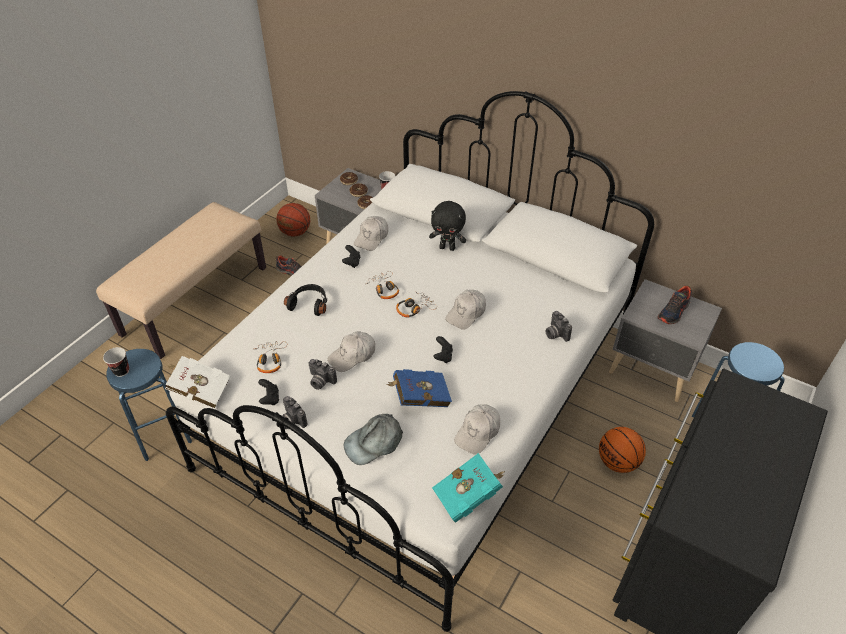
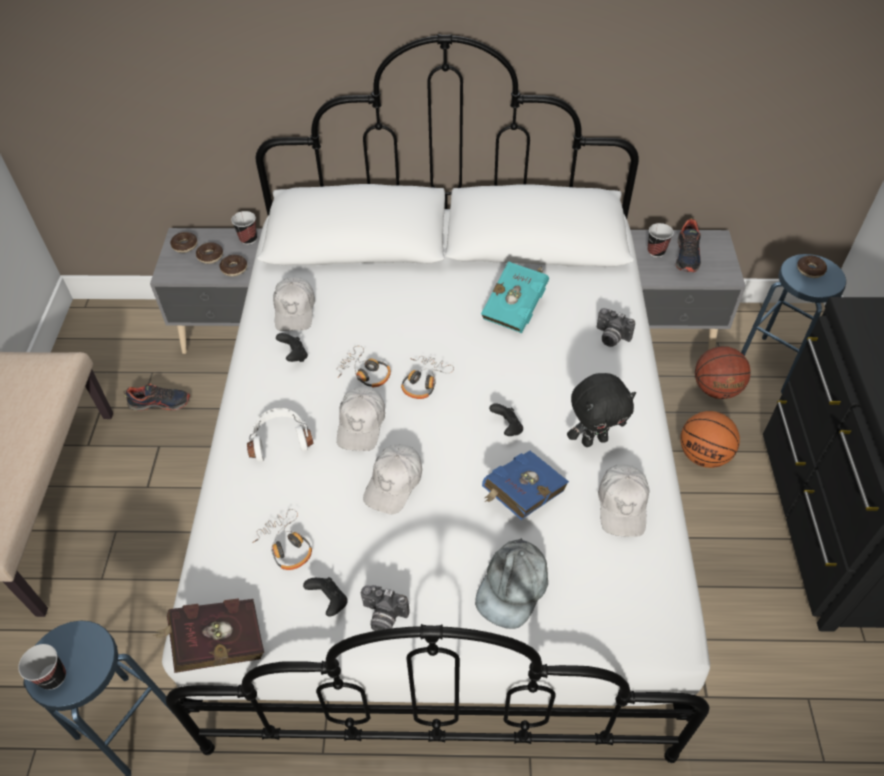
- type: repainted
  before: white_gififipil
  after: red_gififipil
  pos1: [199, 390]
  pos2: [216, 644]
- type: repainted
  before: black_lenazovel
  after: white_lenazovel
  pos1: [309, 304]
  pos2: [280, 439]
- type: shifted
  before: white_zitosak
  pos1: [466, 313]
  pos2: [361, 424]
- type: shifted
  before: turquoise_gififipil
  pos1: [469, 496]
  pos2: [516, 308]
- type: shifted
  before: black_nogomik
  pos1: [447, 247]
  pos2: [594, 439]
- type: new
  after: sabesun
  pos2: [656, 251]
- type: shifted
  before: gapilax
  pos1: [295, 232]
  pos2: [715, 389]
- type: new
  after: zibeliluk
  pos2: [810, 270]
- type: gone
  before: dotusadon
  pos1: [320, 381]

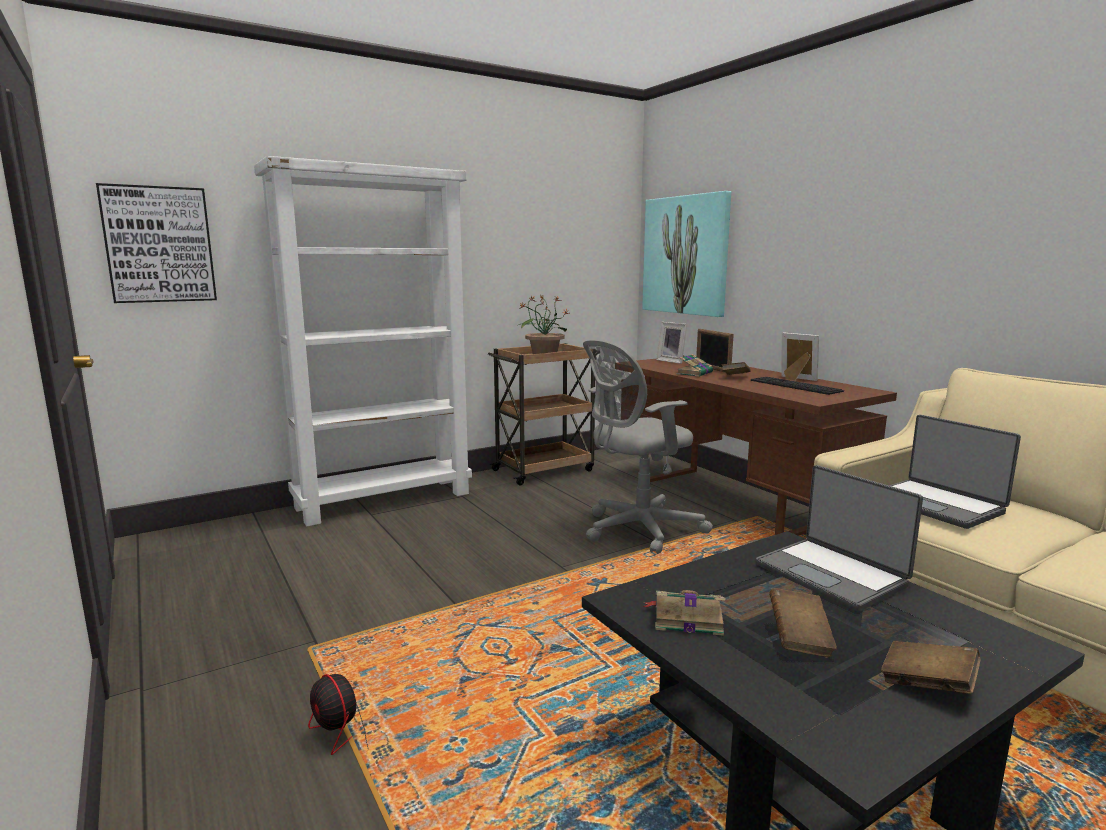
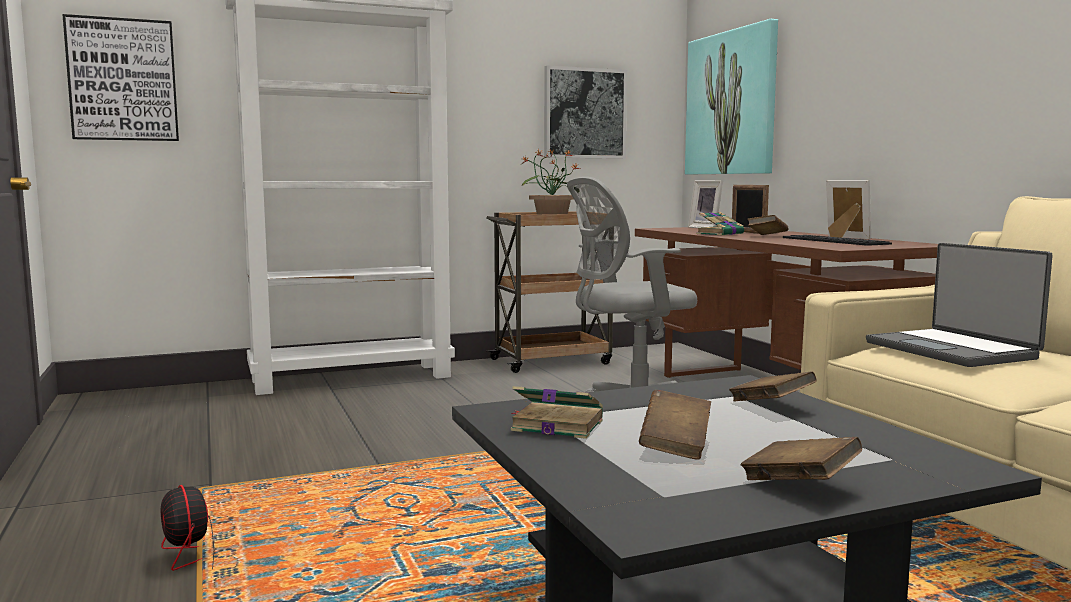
- type: new
  after: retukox
  pos2: [584, 113]
- type: swapped
  before: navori
  after: brown_gififipil
  pos1: [832, 574]
  pos2: [770, 406]

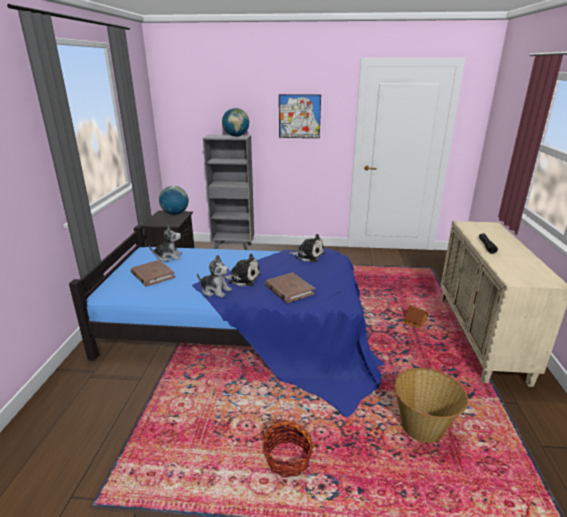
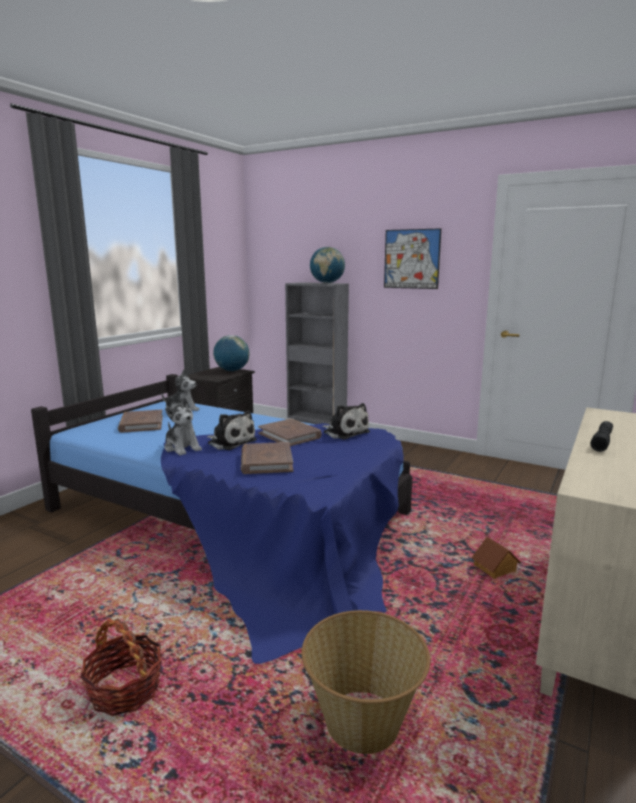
- type: new
  after: brown_gififipil
  pos2: [290, 435]

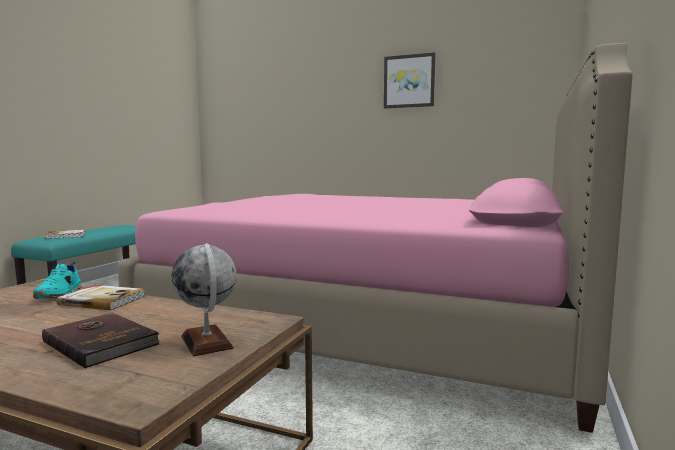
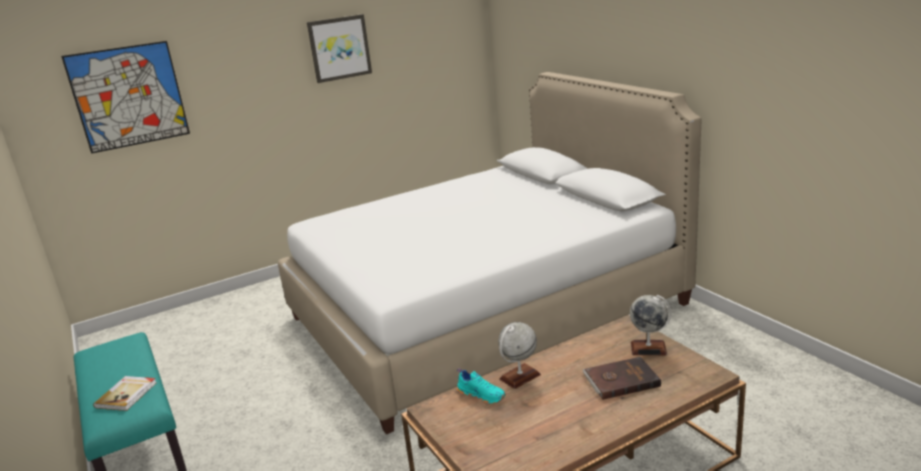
- type: new
  after: retukox
  pos2: [129, 96]
- type: repainted
  before: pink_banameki
  after: white_banameki
  pos1: [371, 323]
  pos2: [484, 311]
- type: swapped
  before: gififipil
  after: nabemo
  pos1: [102, 300]
  pos2: [520, 377]

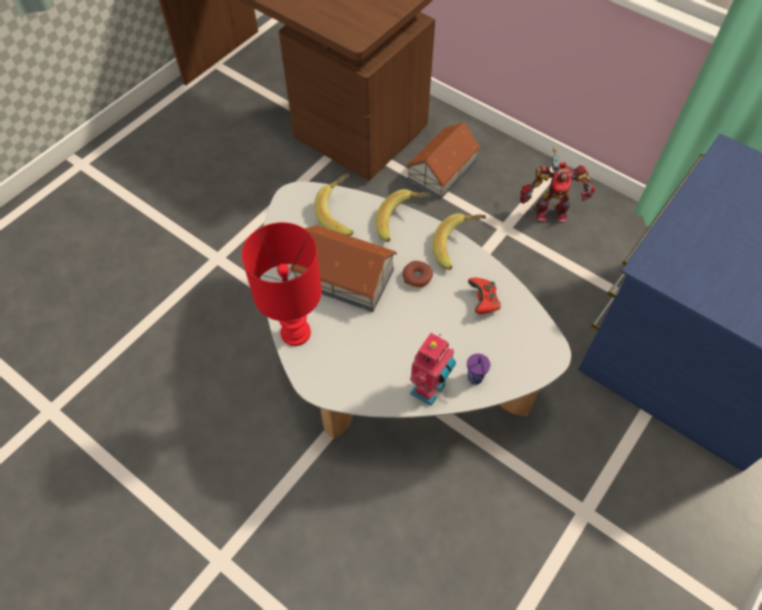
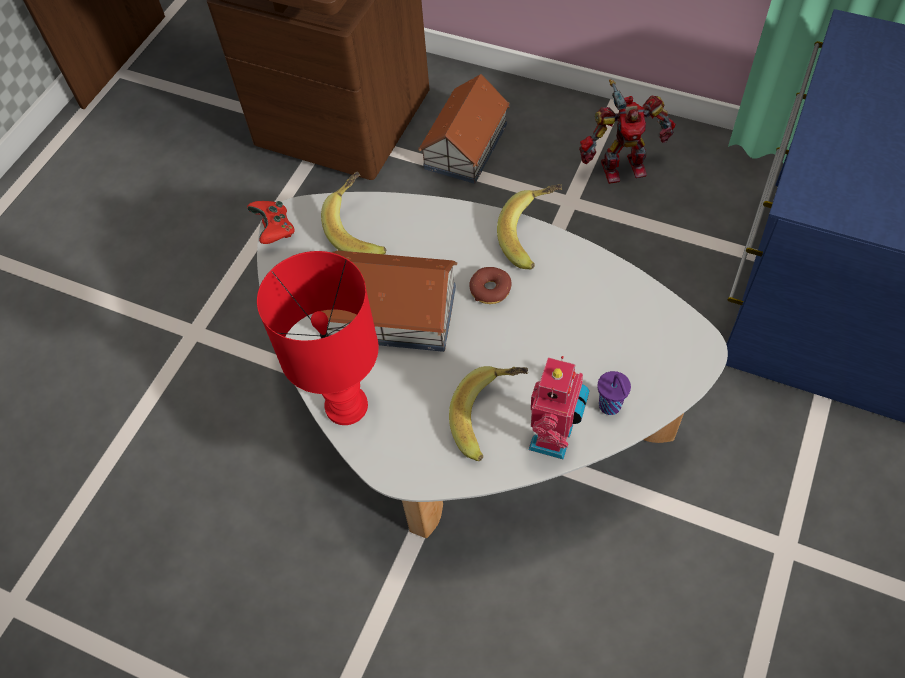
- type: shifted
  before: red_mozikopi
  pos1: [483, 302]
  pos2: [274, 230]
- type: shifted
  before: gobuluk
  pos1: [402, 223]
  pos2: [491, 418]

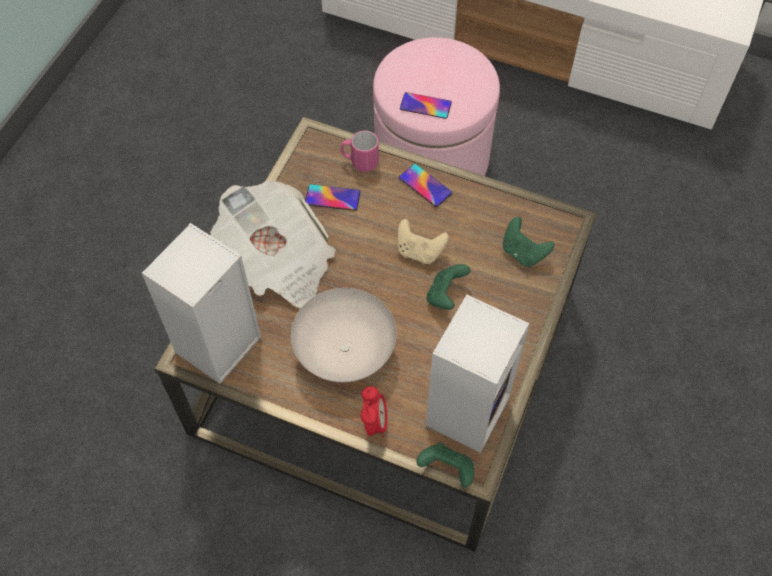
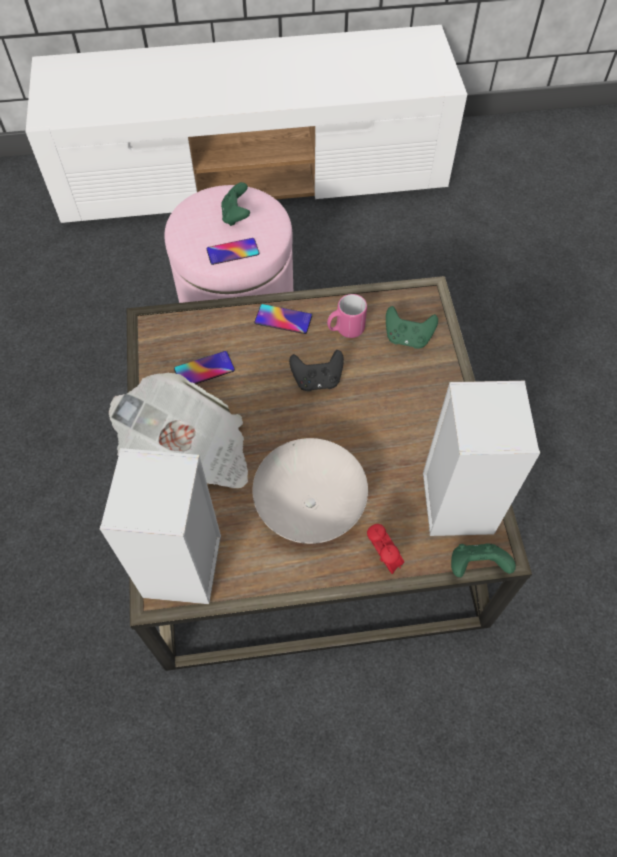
- type: shifted
  before: green_mozikopi
  pos1: [445, 295]
  pos2: [236, 216]
- type: repainted
  before: beige_mozikopi
  after: black_mozikopi
  pos1: [419, 251]
  pos2: [317, 380]
- type: shifted
  before: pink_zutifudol
  pos1: [360, 162]
  pos2: [345, 329]

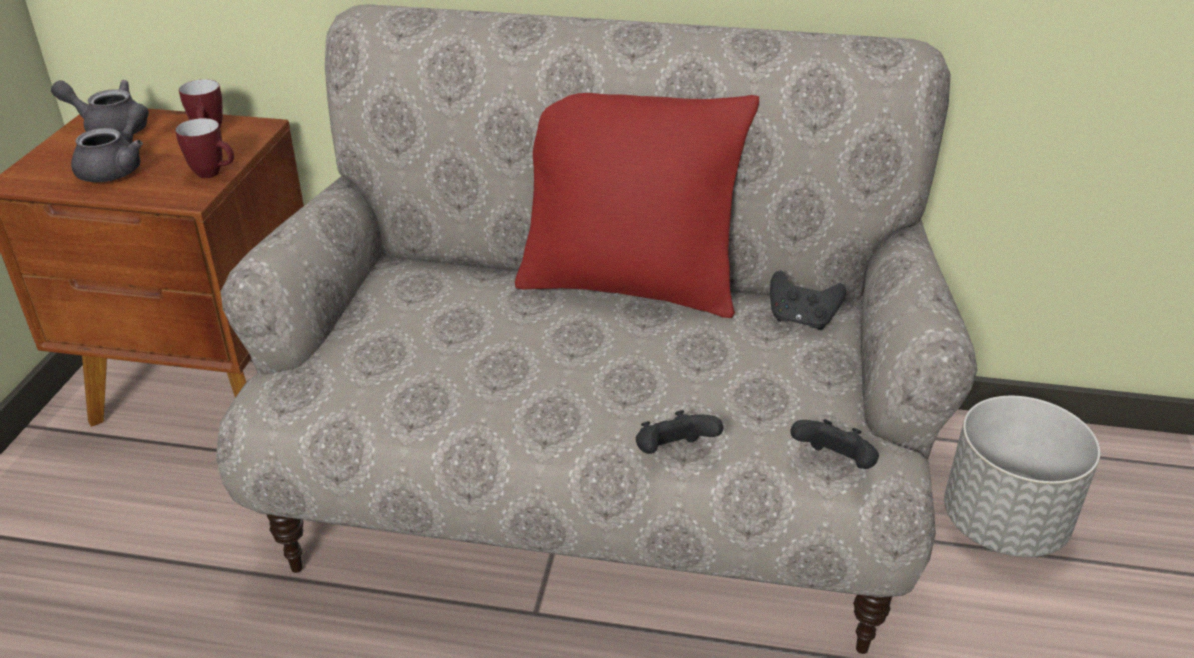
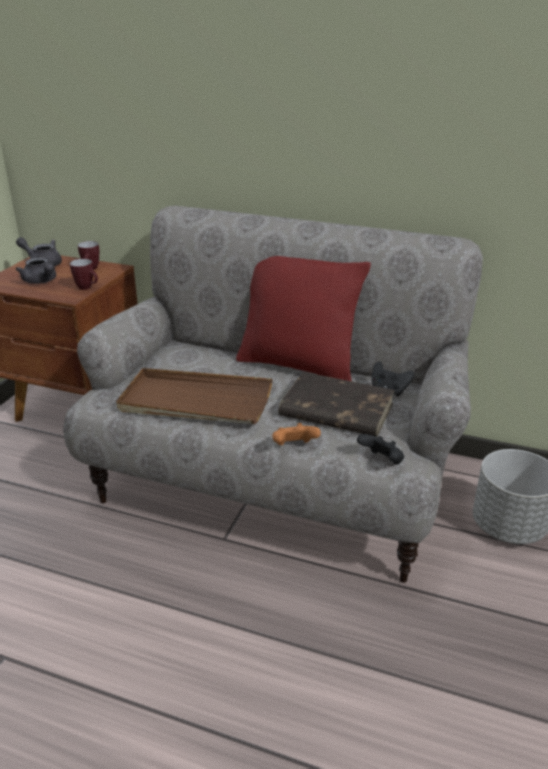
- type: rotated
  before: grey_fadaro
  pos1: [118, 167]
  pos2: [41, 281]
  turn: 105
- type: new
  after: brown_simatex
  pos2: [195, 402]
- type: repainted
  before: black_mozikopi
  after: orange_mozikopi
  pos1: [673, 454]
  pos2: [294, 447]
- type: new
  after: brown_gififipil
  pos2: [335, 410]

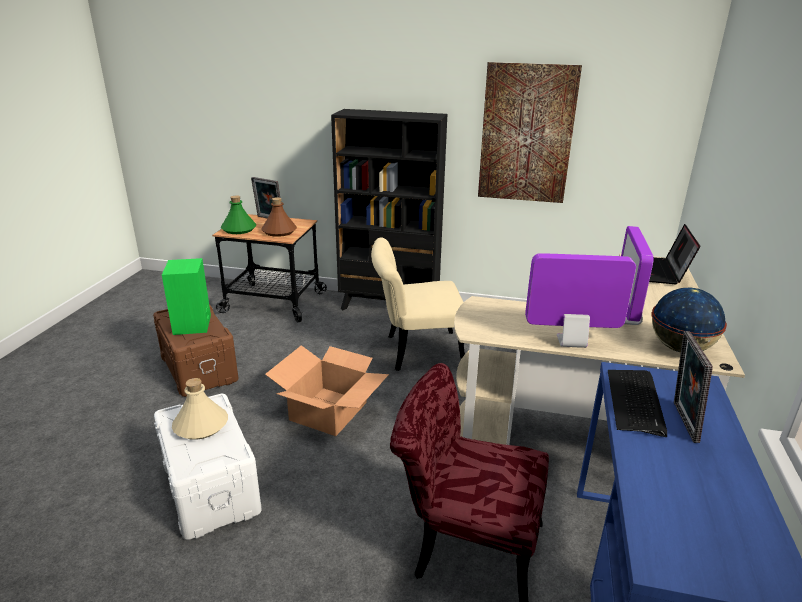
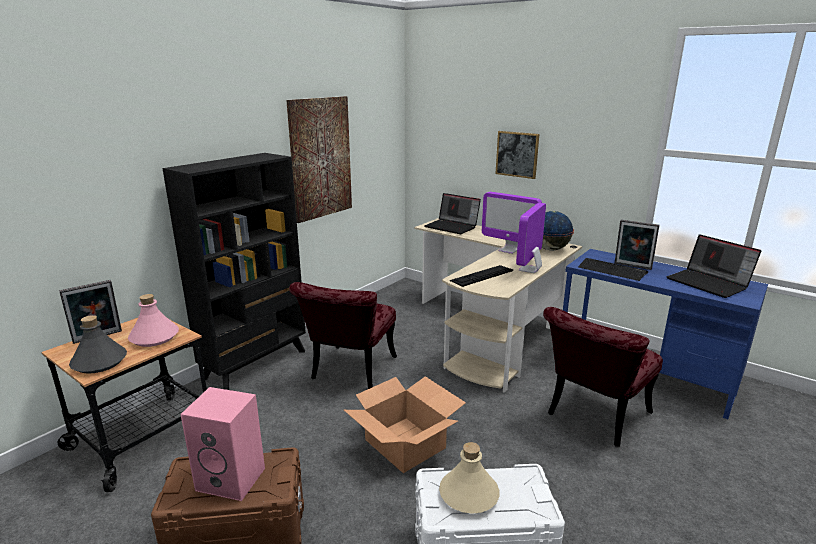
- type: repainted
  before: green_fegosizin
  after: grey_fegosizin
  pos1: [239, 229]
  pos2: [99, 362]
- type: repainted
  before: brown_fegosizin
  after: pink_fegosizin
  pos1: [279, 231]
  pos2: [154, 337]
- type: repainted
  before: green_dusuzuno
  after: pink_dusuzuno
  pos1: [193, 325]
  pos2: [233, 478]
- type: repainted
  before: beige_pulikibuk
  after: red_pulikibuk
  pos1: [415, 352]
  pos2: [350, 372]
- type: new
  after: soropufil
  pos2: [482, 275]
- type: new
  after: retukox
  pos2: [517, 154]
- type: new
  after: navori
  pos2: [709, 283]

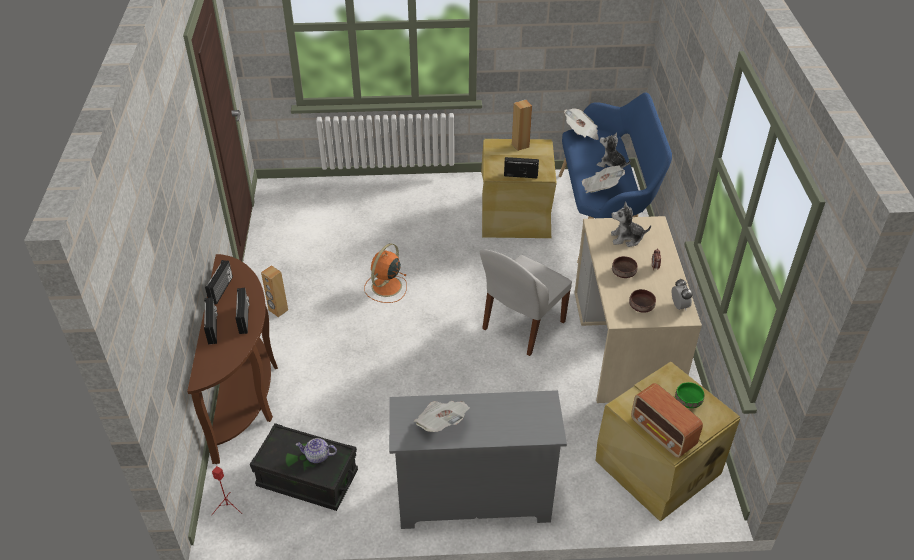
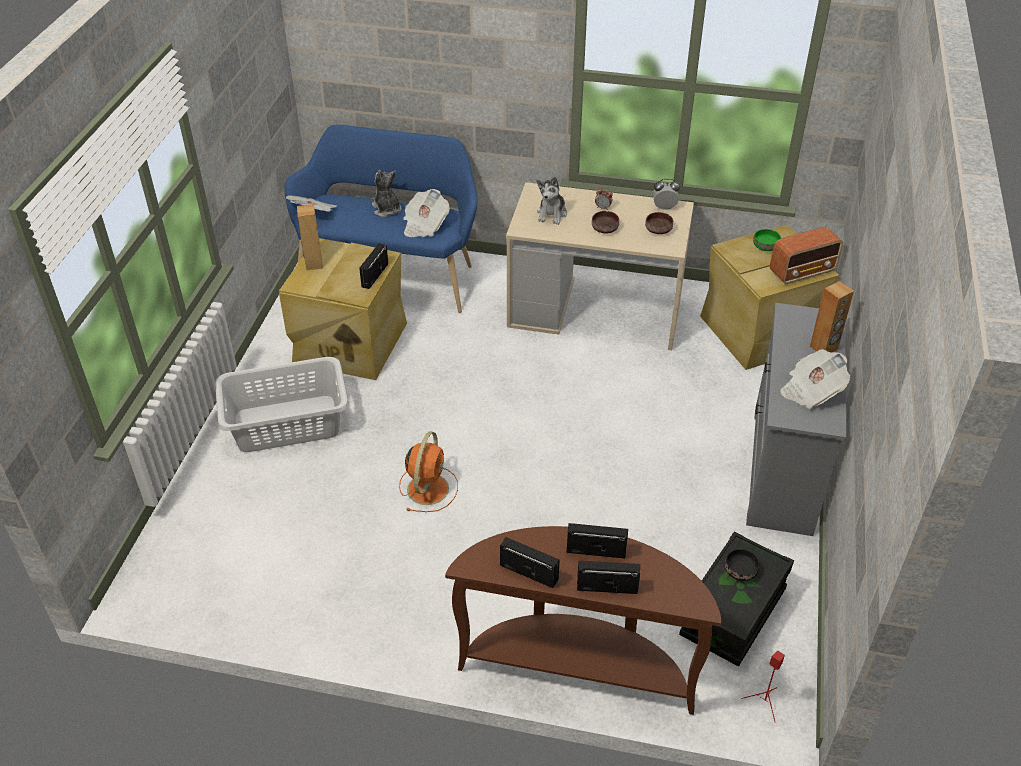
- type: new
  after: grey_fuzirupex
  pos2: [286, 423]
- type: rotated
  before: nogomik
  pos1: [611, 165]
  pos2: [387, 209]
  turn: 105
- type: rotated
  before: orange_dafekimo
  pos1: [386, 287]
  pos2: [428, 487]
  turn: -120
- type: swapped
  before: fadaro
  after: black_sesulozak
  pos1: [317, 456]
  pos2: [741, 571]
- type: shifted
  before: brown_dusuzuno
  pos1: [278, 310]
  pos2: [824, 348]
- type: gone
  before: white_pulikibuk
  pos1: [522, 326]

